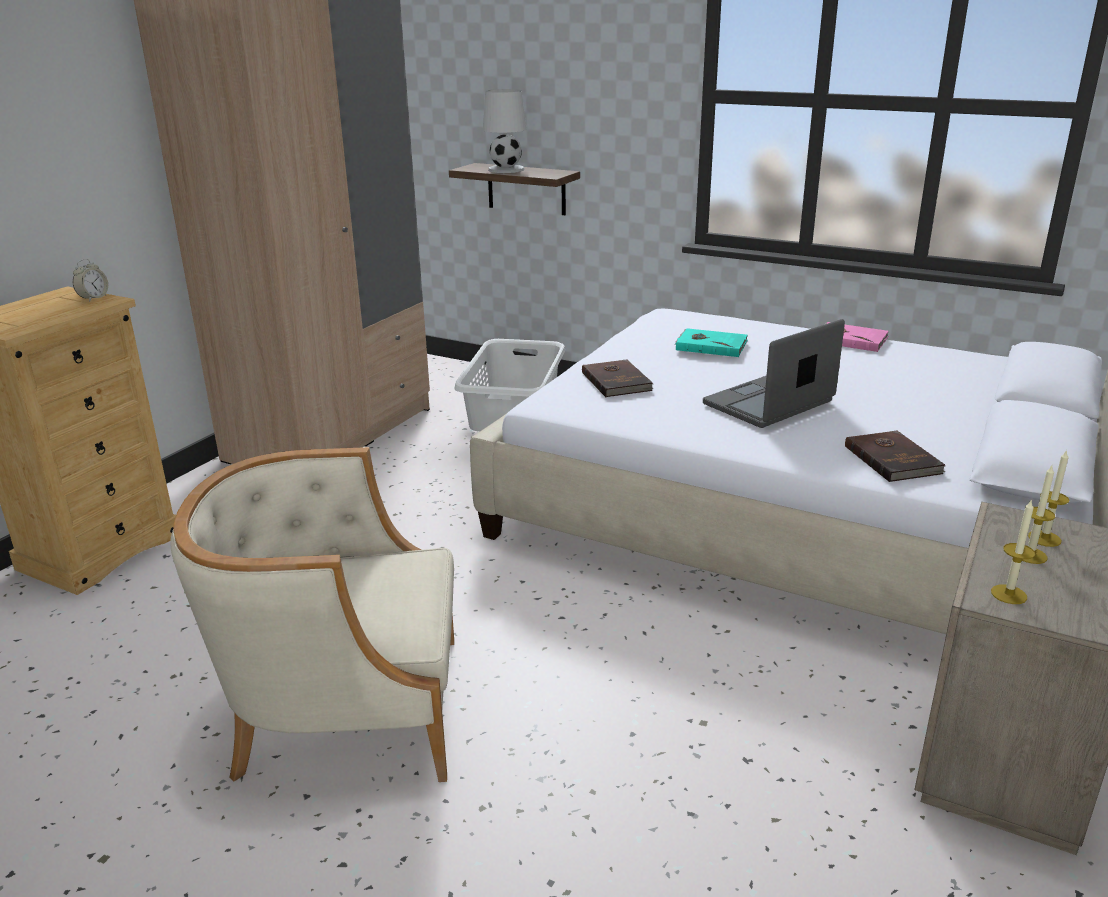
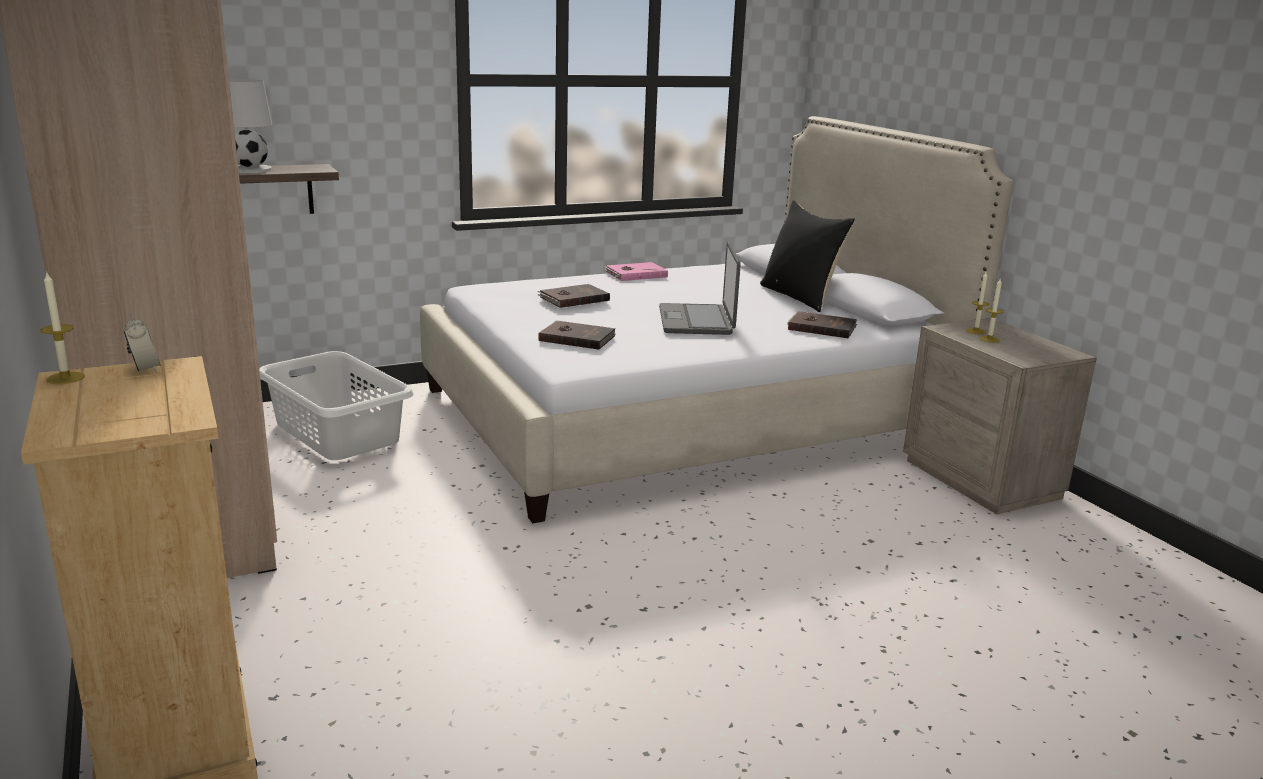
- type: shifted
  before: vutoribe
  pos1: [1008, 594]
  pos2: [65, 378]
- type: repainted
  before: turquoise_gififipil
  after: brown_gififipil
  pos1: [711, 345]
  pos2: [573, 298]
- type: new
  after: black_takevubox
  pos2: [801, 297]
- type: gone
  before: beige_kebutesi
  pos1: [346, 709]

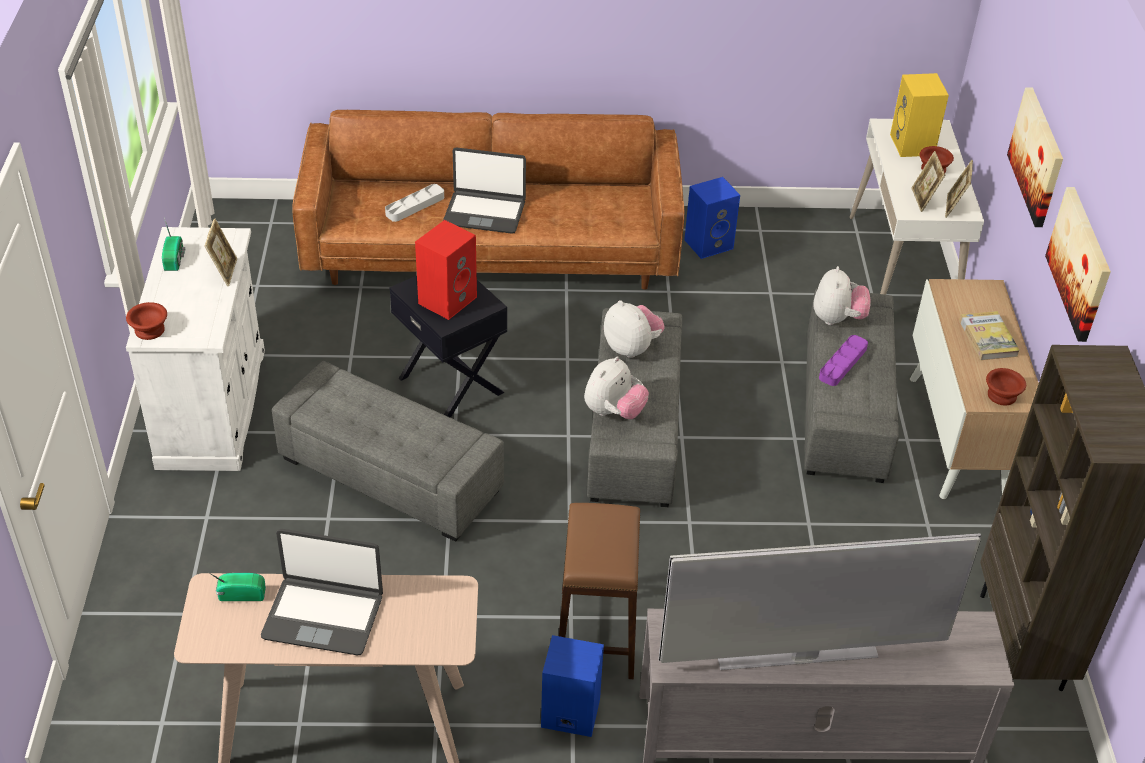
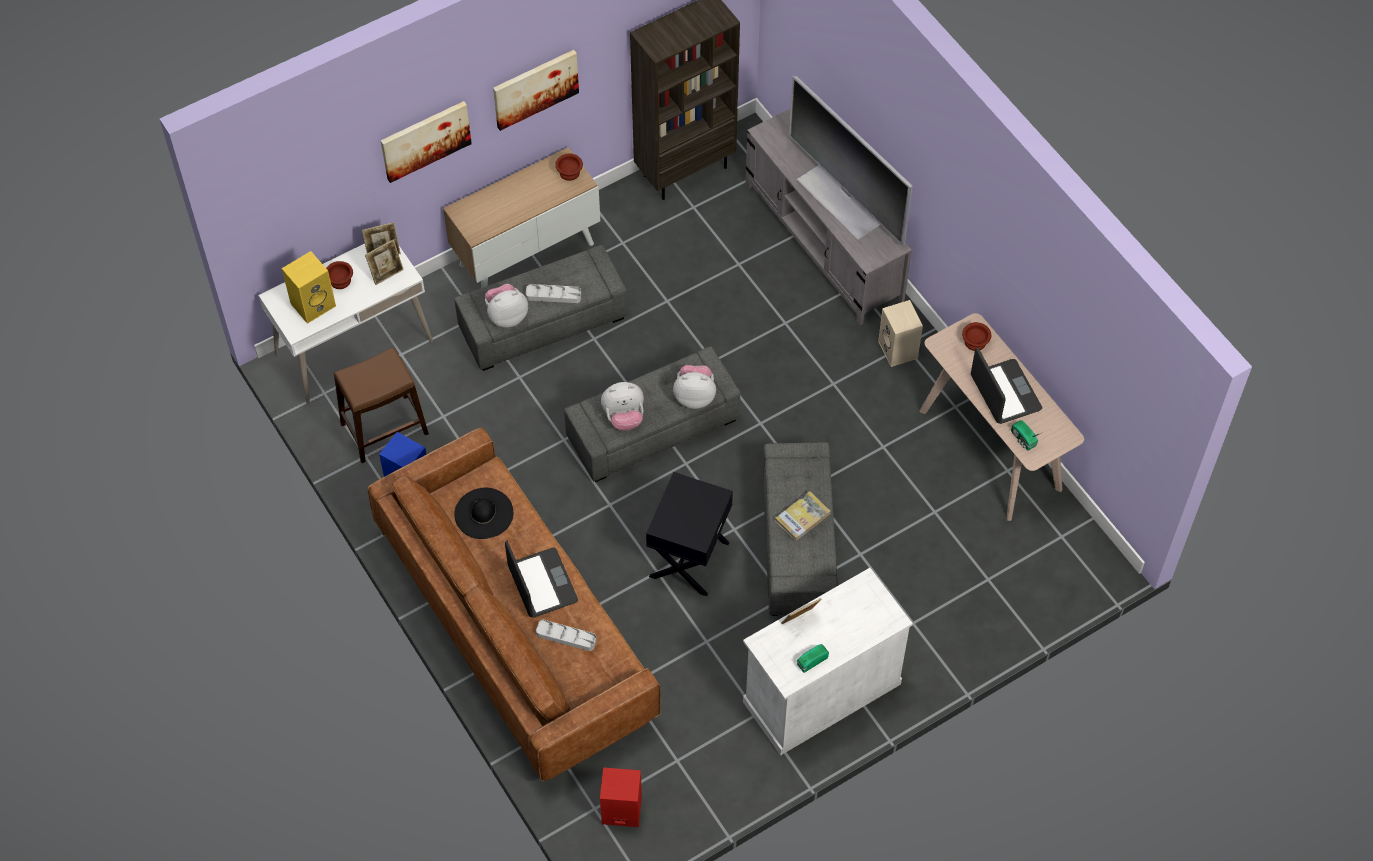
- type: shifted
  before: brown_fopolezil
  pos1: [596, 633]
  pos2: [385, 429]
- type: new
  after: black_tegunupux
  pos2: [484, 513]
- type: repainted
  before: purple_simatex
  after: grey_simatex
  pos1: [842, 363]
  pos2: [553, 295]
- type: shifted
  before: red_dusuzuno
  pos1: [447, 299]
  pos2: [620, 811]
- type: rotated
  before: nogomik
  pos1: [632, 348]
  pos2: [624, 417]
  turn: -120
- type: shifted
  before: gififipil
  pos1: [988, 338]
  pos2: [802, 517]
- type: repainted
  before: blue_dusuzuno
  after: beige_dusuzuno
  pos1: [568, 714]
  pos2: [899, 350]
- type: shifted
  before: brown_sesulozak
  pos1: [149, 331]
  pos2: [976, 342]

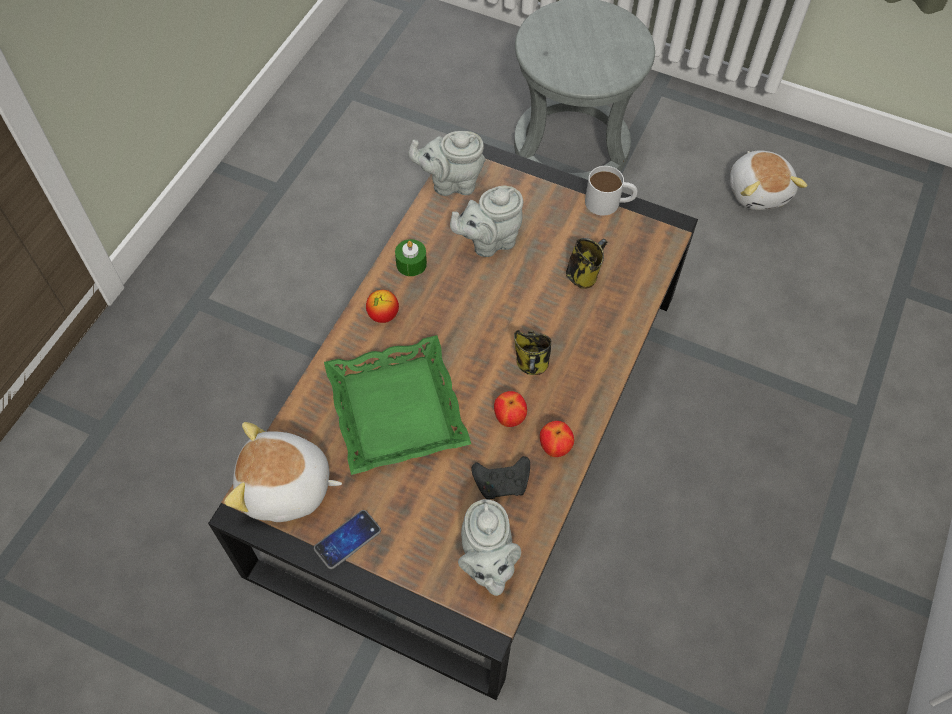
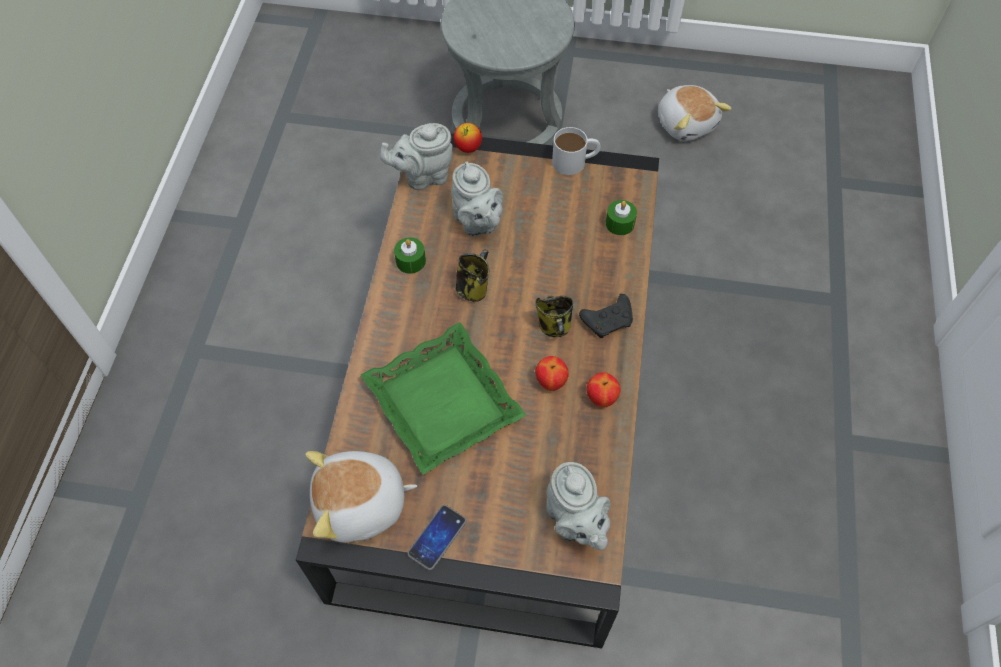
- type: rotated
  before: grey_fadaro
  pos1: [489, 241]
  pos2: [477, 223]
  turn: -75
- type: shifted
  before: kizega
  pos1: [383, 315]
  pos2: [468, 148]
- type: shifted
  before: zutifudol
  pos1: [584, 275]
  pos2: [473, 288]
- type: shifted
  before: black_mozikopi
  pos1: [503, 481]
  pos2: [608, 320]
- type: new
  after: green_vutoribe
  pos2: [620, 223]

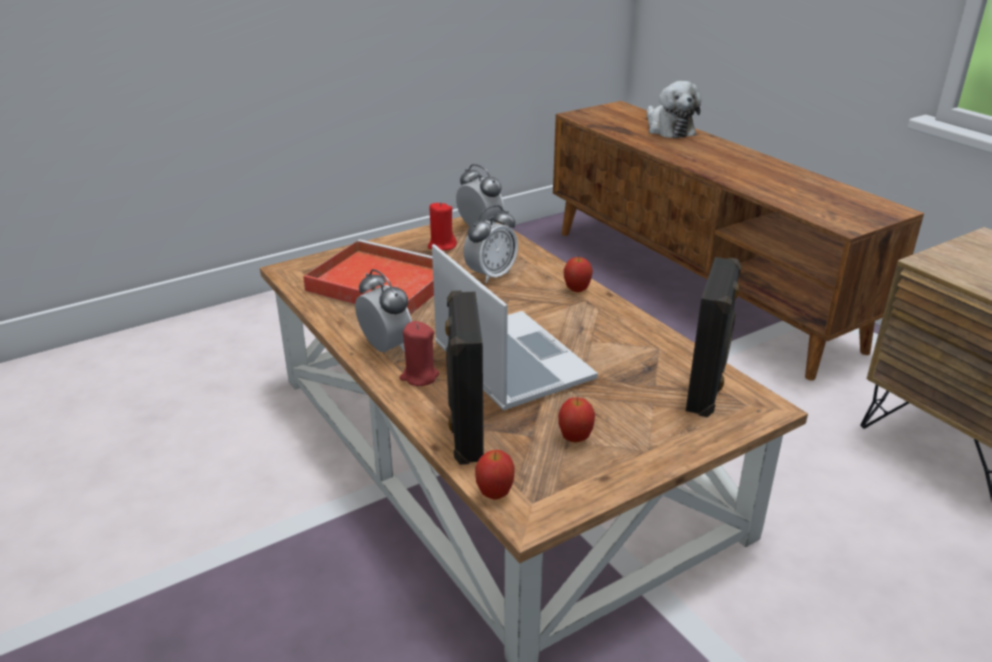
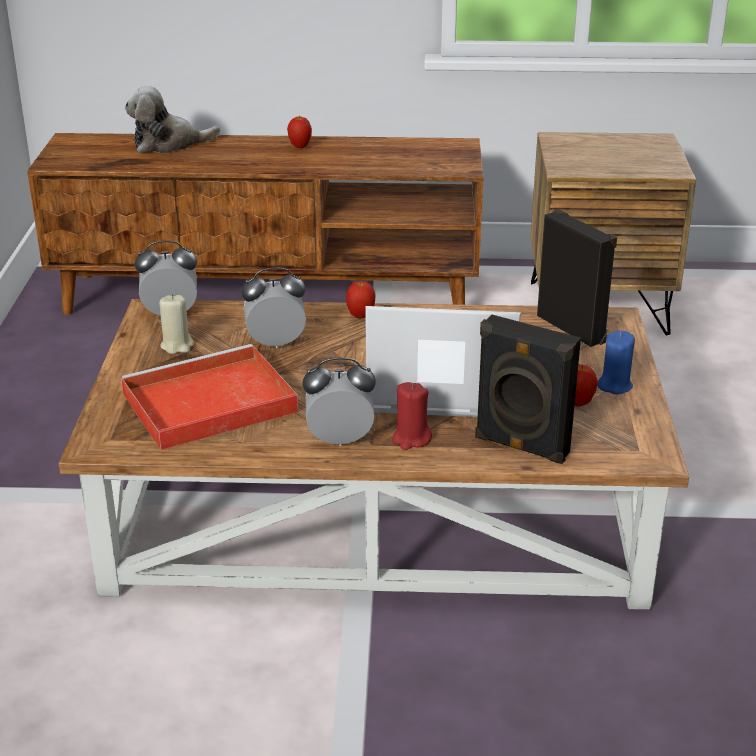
- type: rotated
  before: nogomik
  pos1: [668, 129]
  pos2: [168, 144]
  turn: 150
- type: repainted
  before: red_vutoribe
  after: beige_vutoribe
  pos1: [441, 246]
  pos2: [177, 345]
- type: rotated
  before: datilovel
  pos1: [491, 275]
  pos2: [276, 343]
  turn: -90
- type: shifted
  before: kizega
  pos1: [495, 494]
  pos2: [300, 146]
- type: new
  after: blue_vutoribe
  pos2: [614, 385]

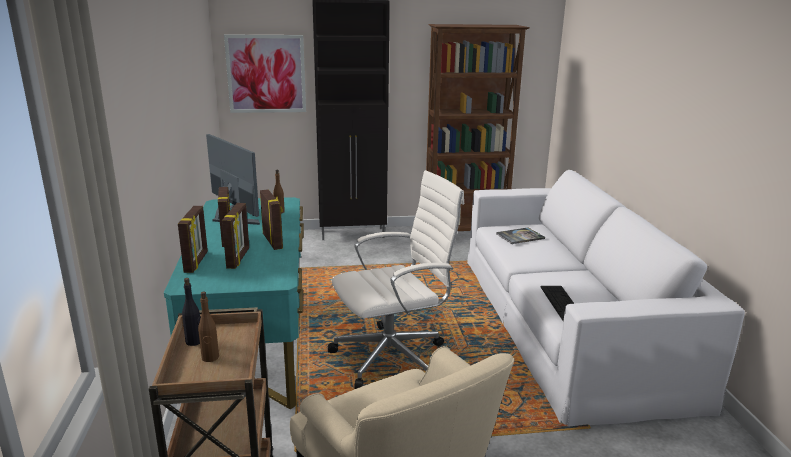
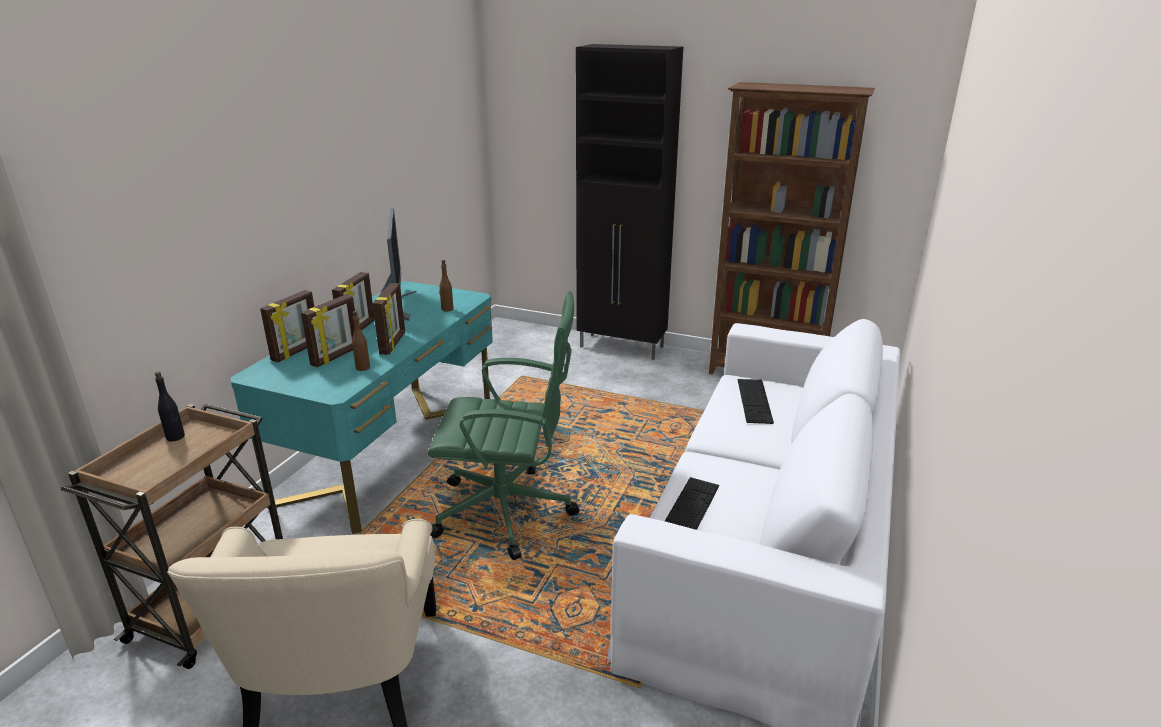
- type: shifted
  before: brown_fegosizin
  pos1: [210, 357]
  pos2: [362, 368]
- type: repainted
  before: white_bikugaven
  after: green_bikugaven
  pos1: [393, 357]
  pos2: [508, 512]
- type: swapped
  before: gififipil
  after: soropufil
  pos1: [520, 236]
  pos2: [754, 400]
- type: gone
  before: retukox
  pos1: [266, 74]

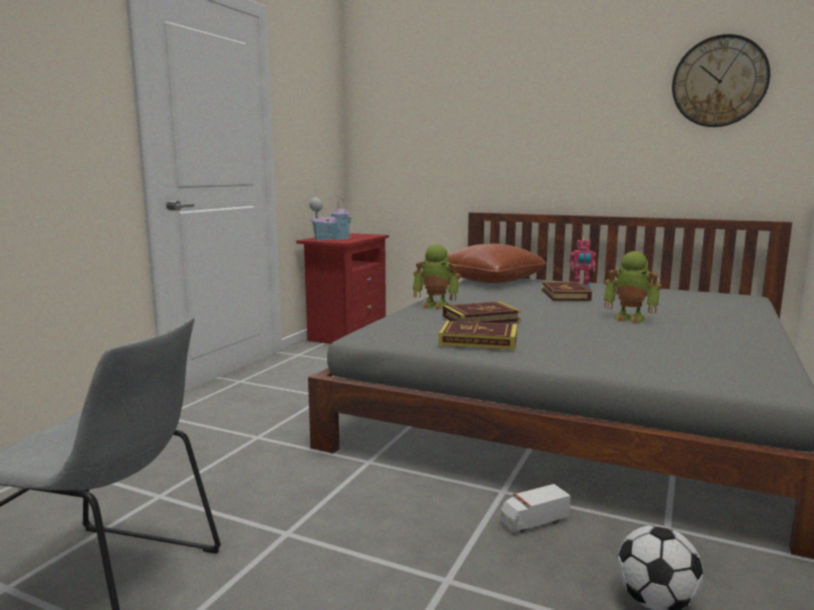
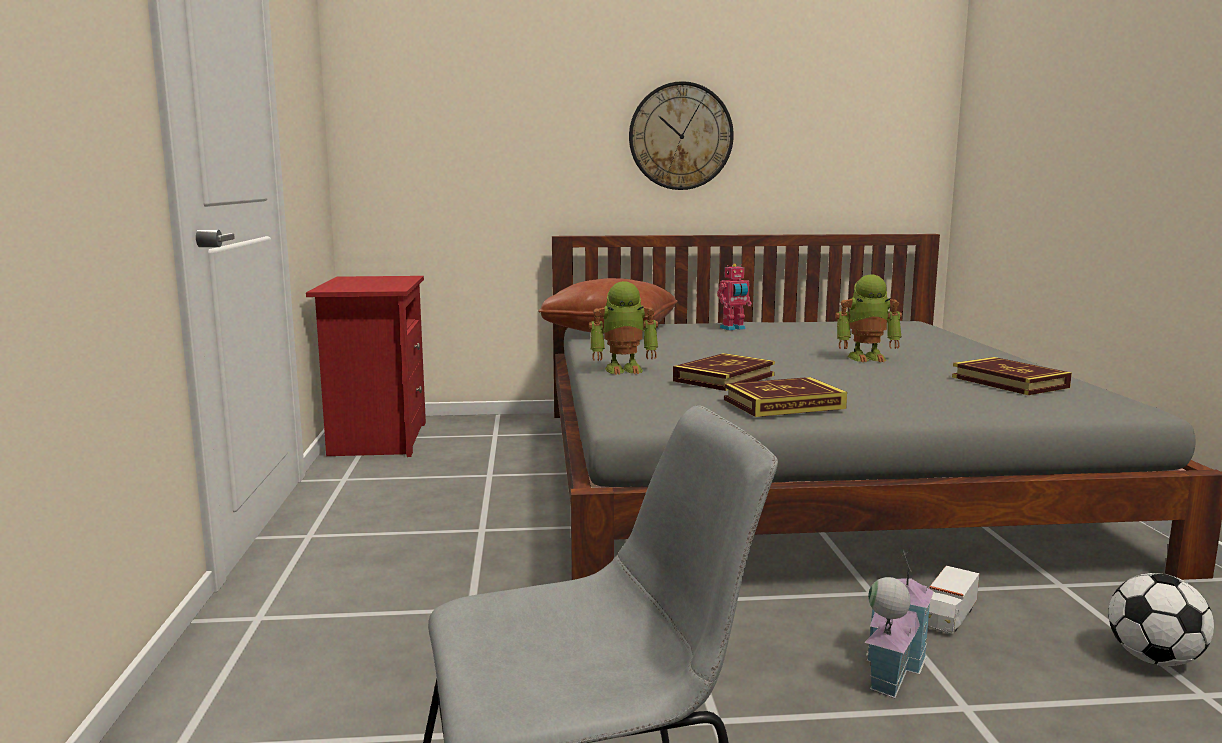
- type: shifted
  before: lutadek
  pos1: [719, 81]
  pos2: [680, 136]
- type: shifted
  before: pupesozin
  pos1: [331, 238]
  pos2: [891, 669]
- type: shifted
  before: gififipil
  pos1: [565, 295]
  pos2: [1009, 382]

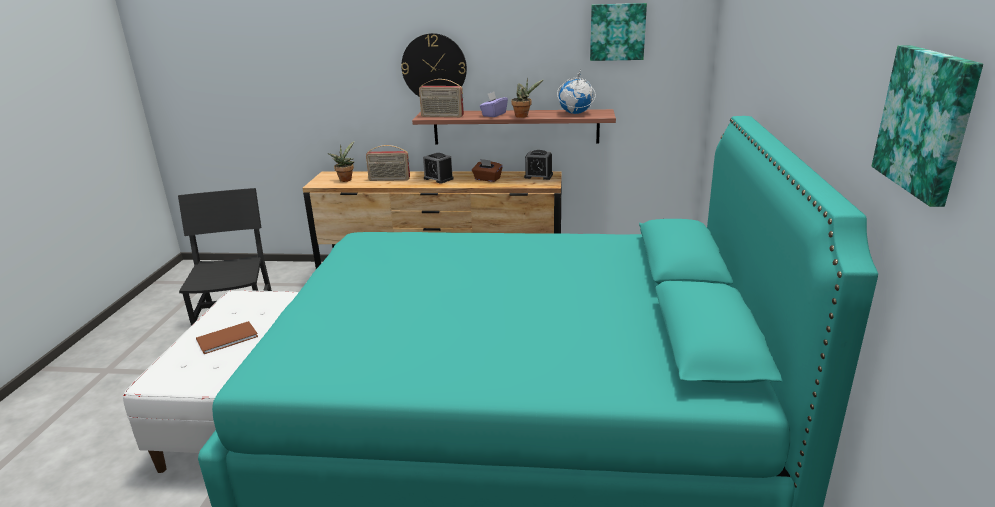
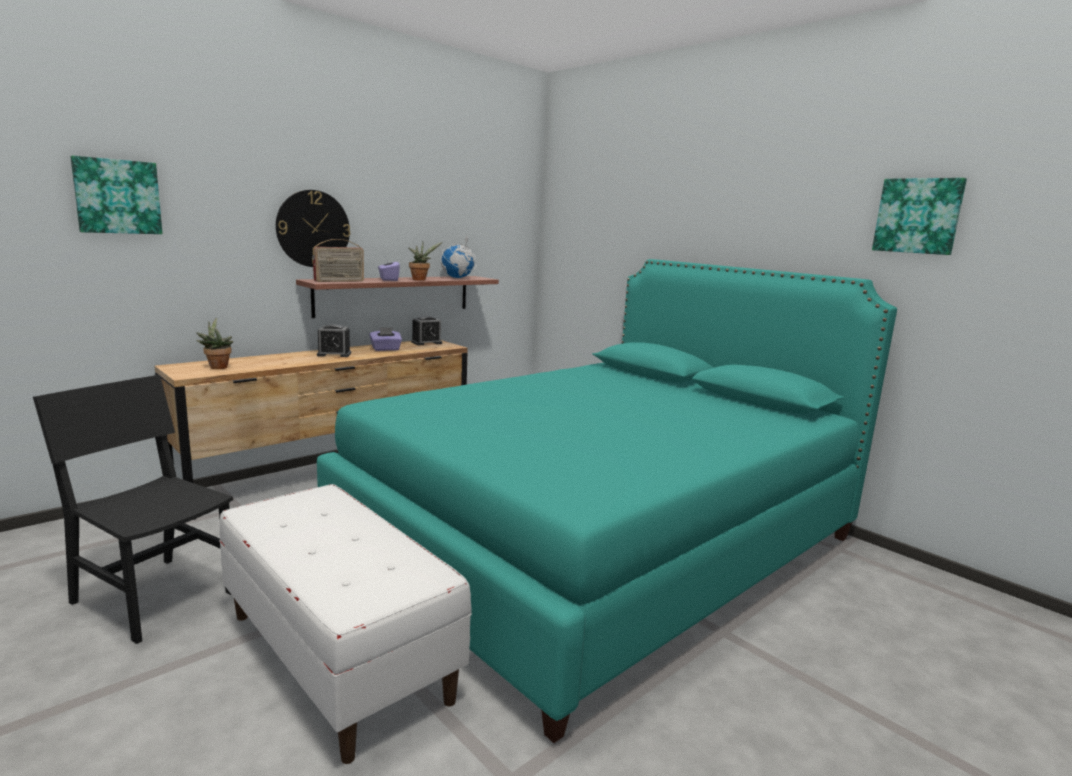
- type: shifted
  before: retukox
  pos1: [617, 32]
  pos2: [117, 196]
- type: repainted
  before: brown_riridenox
  after: purple_riridenox
  pos1: [487, 179]
  pos2: [386, 349]
- type: gone
  before: brown_gififipil
  pos1: [229, 338]
- type: gone
  before: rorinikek
  pos1: [389, 179]

